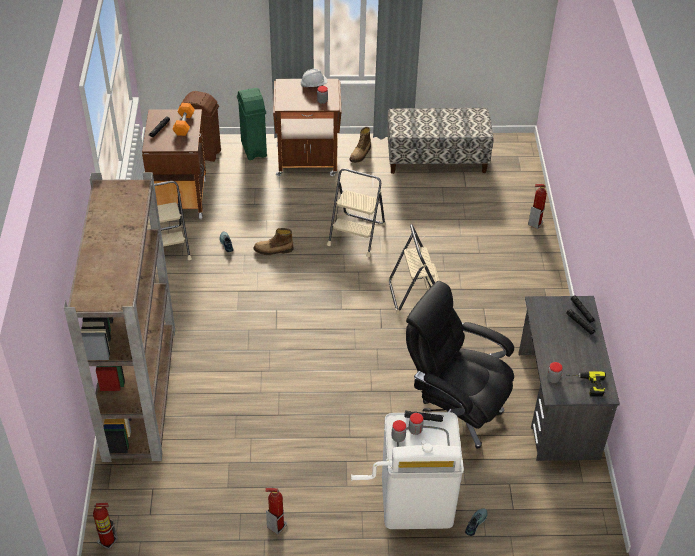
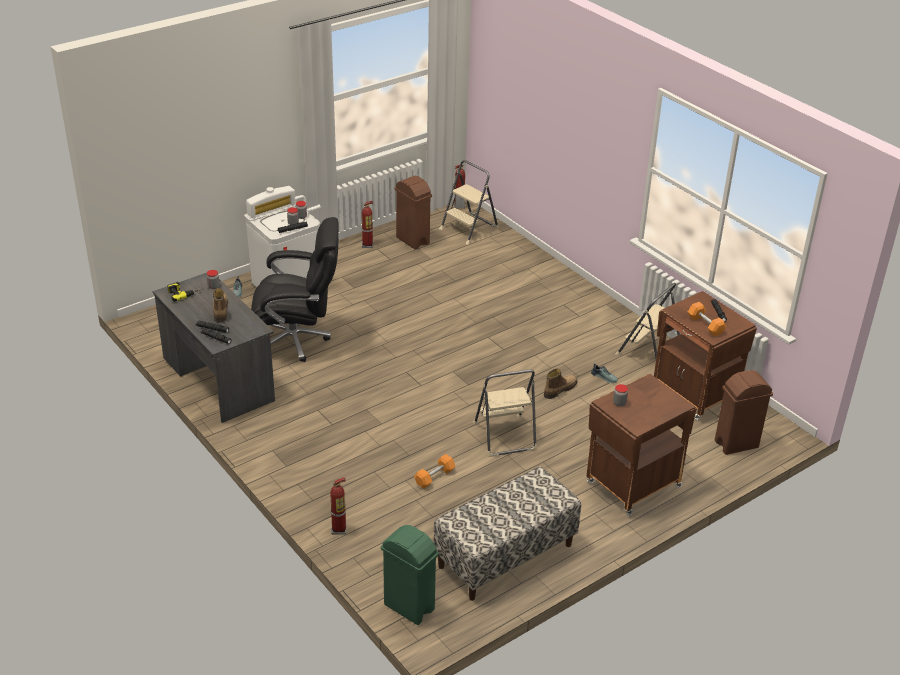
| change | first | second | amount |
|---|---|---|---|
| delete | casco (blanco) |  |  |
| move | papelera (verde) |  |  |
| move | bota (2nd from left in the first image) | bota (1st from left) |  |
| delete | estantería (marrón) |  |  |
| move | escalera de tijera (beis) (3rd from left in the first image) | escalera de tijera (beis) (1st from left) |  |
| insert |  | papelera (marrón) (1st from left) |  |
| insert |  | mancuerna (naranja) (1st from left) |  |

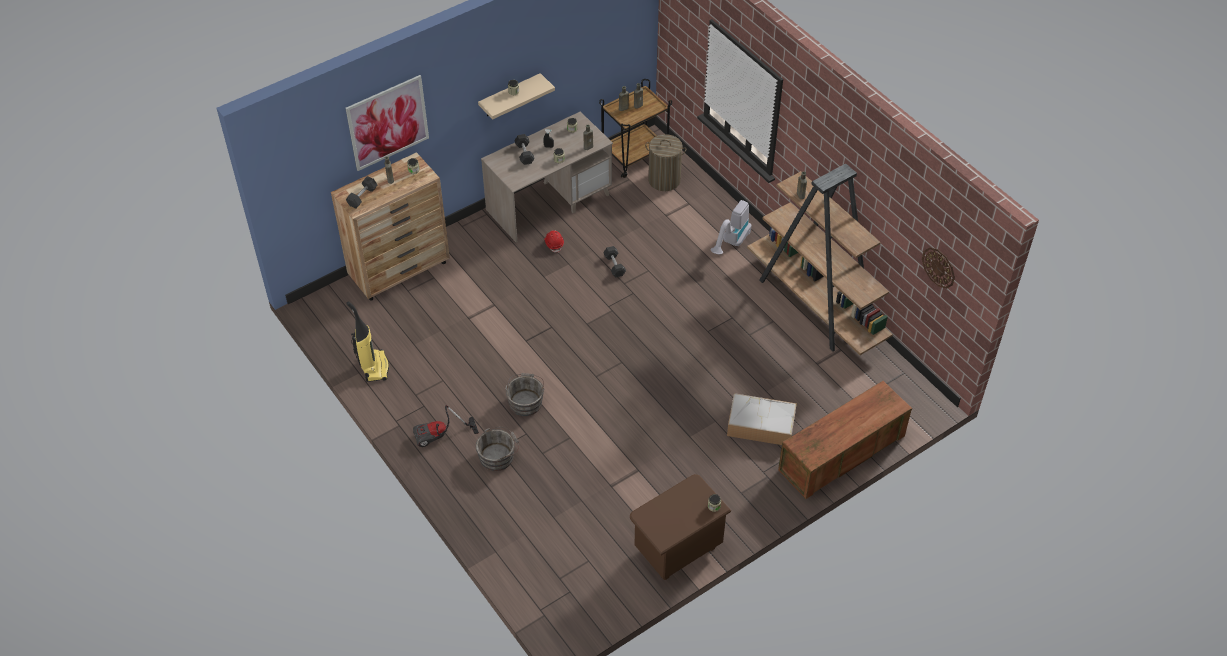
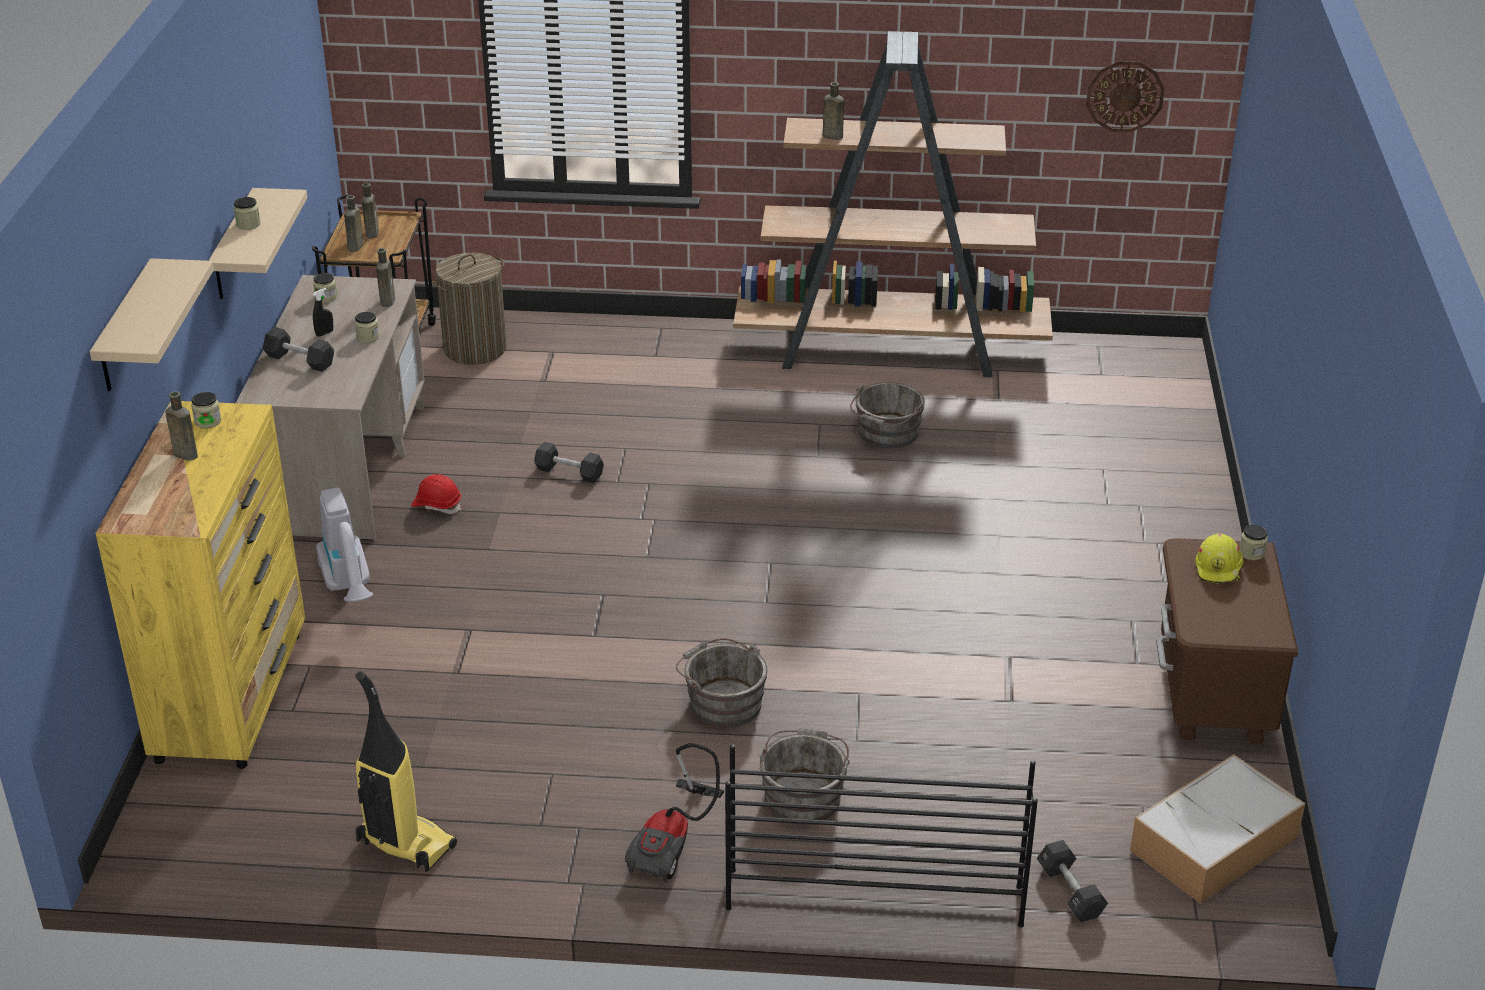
| change | first | second | amount |
|---|---|---|---|
| replace | cuadro | estante (beis) (1st from left) |  |
| recolor | cómoda (marrón) | cómoda (amarillo) |  |
| move | mancuerna (negro) (1st from left in the first image) | mancuerna (negro) (3rd from left) |  |
| move | aspiradora (3rd from left in the first image) | aspiradora (1st from left) |  |
| delete | banco (marrón) |  |  |
| move | caja de almacenaje |  |  |
| insert |  | cubo (gris) (3rd from left) |  |
| insert |  | casco (amarillo) |  |
| insert |  | zapatero (negro) |  |

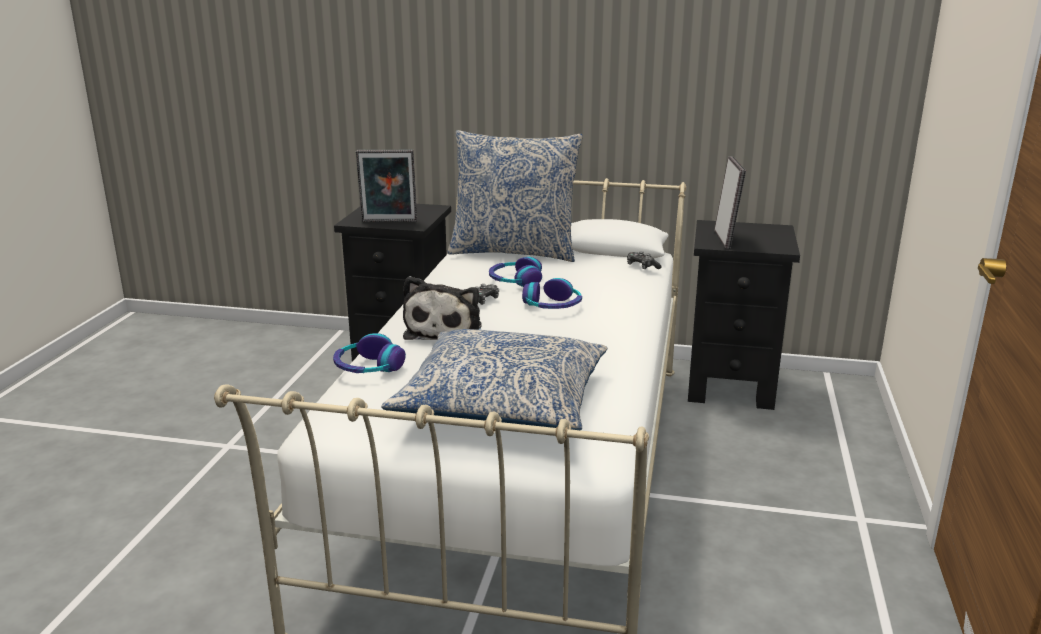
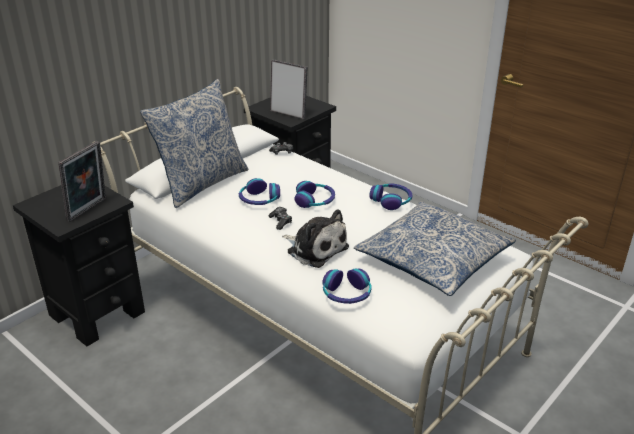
| change | first | second | amount |
|---|---|---|---|
| insert |  | auriculares (4th from left) |  |

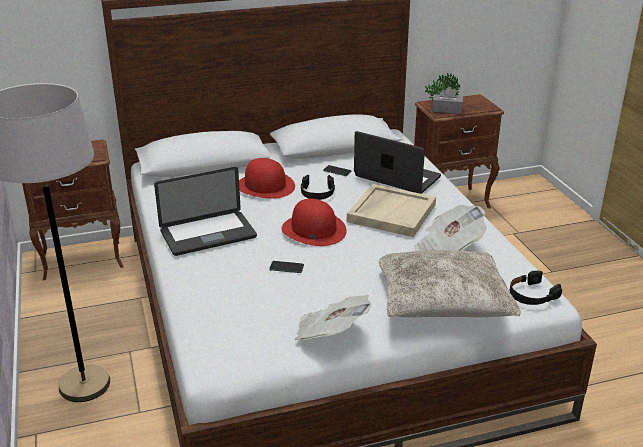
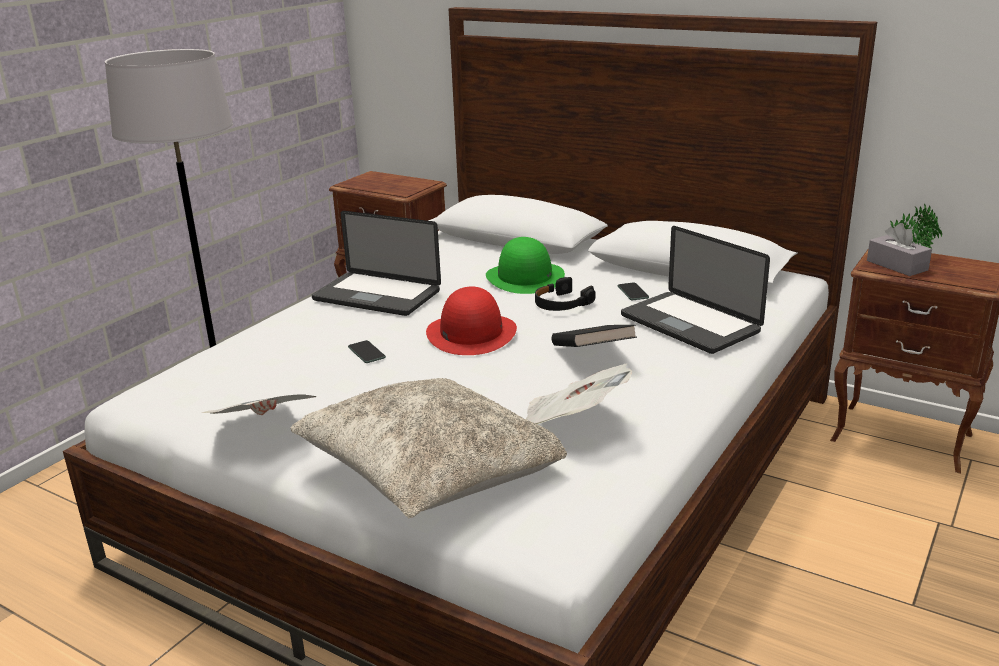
| change | first | second | amount |
|---|---|---|---|
| rotate | portátil (2nd from left) |  | 150 degrees clockwise |
| recolor | sombrero (rojo) (1st from left) | sombrero (verde) |  |
| replace | bandeja (beis) | libro (negro) |  |
| delete | auriculares (negro) (2nd from left) |  |  |

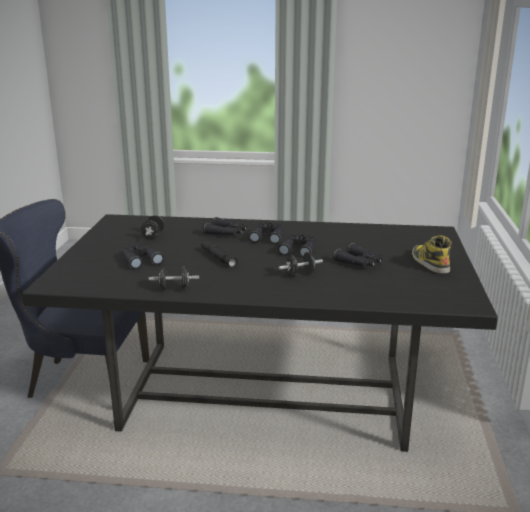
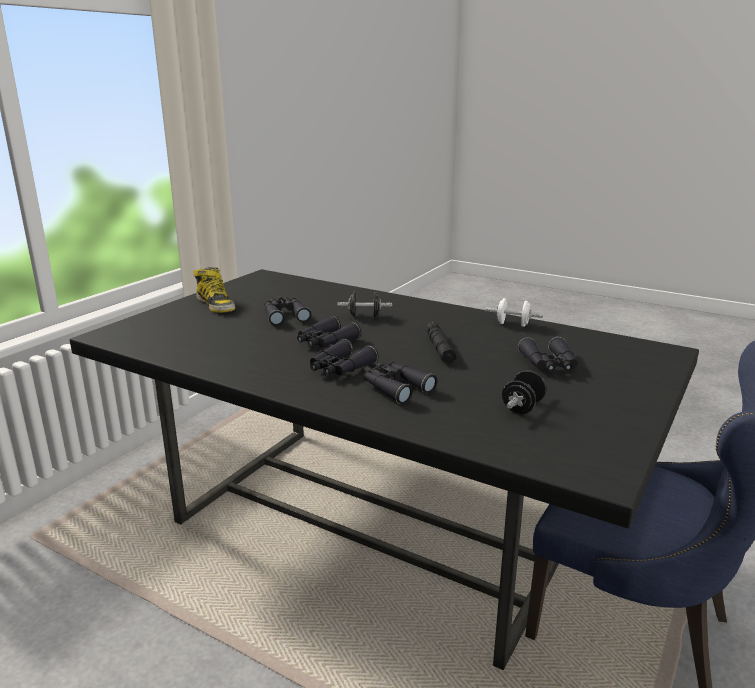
| change | first | second | amount |
|---|---|---|---|
| rotate | bota |  | 45 degrees counterclockwise |
| recolor | mancuerna (negro) (2nd from left) | mancuerna (blanco) |  |

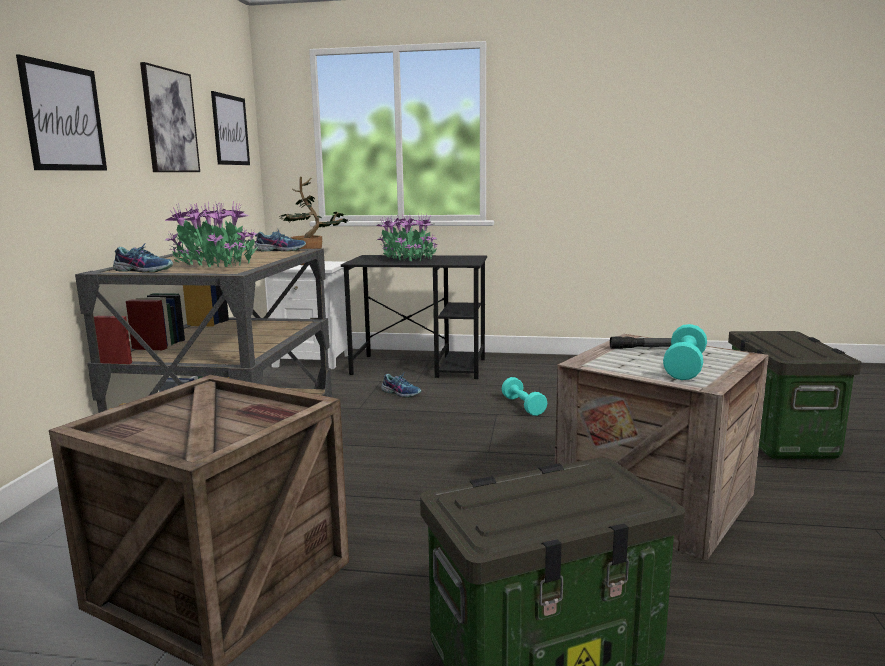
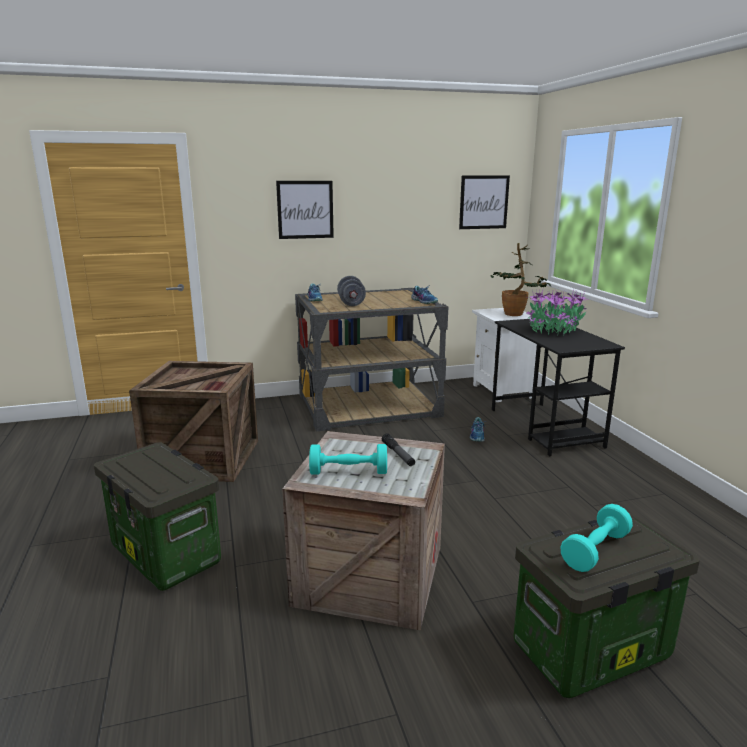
| change | first | second | amount |
|---|---|---|---|
| delete | cuadro (2nd from left) |  |  |
| replace | planta en maceta (1st from left) | mancuerna (gris) |  |
| move | mancuerna (turquesa) (1st from left in the first image) | mancuerna (turquesa) (2nd from left) |  |

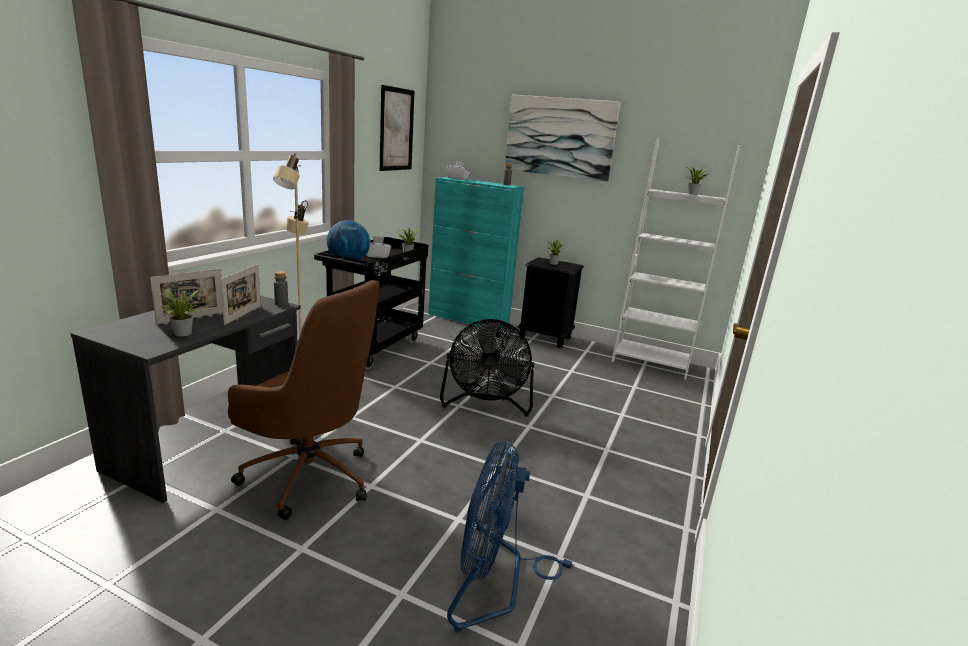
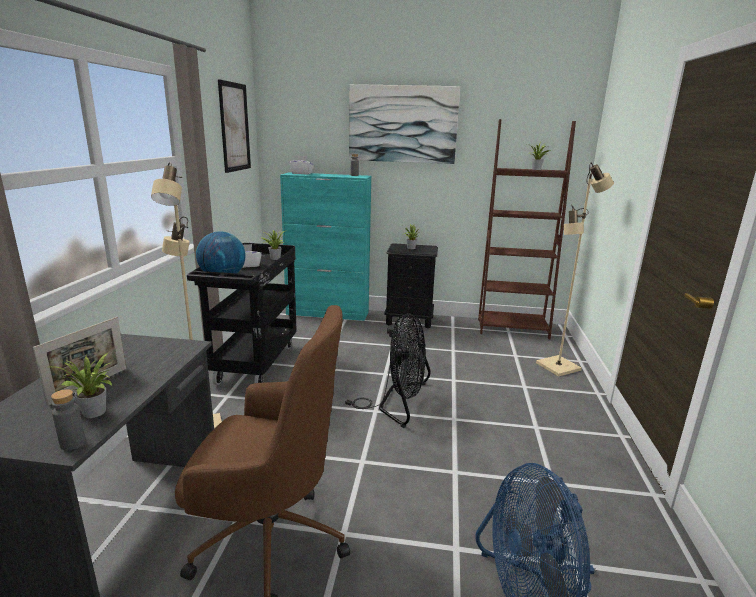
| change | first | second | amount |
|---|---|---|---|
| recolor | estantería (blanco) | estantería (marrón) |  |
| delete | portarretratos (2nd from left) |  |  |
| move | botella (gris) (1st from left) |  |  |
| rotate | ventilador (negro) |  | 60 degrees counterclockwise |
| insert |  | lámpara de pie (beis) (2nd from left) |  |

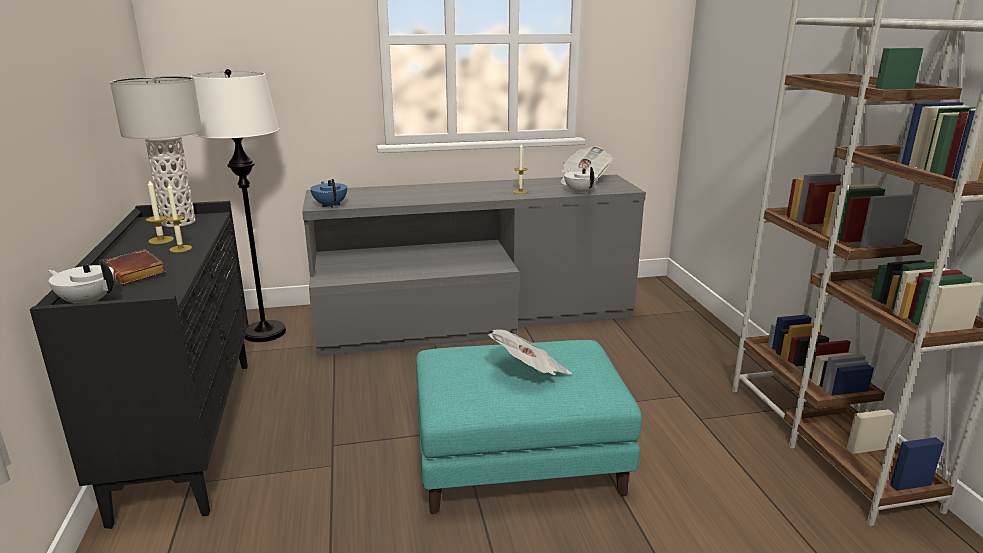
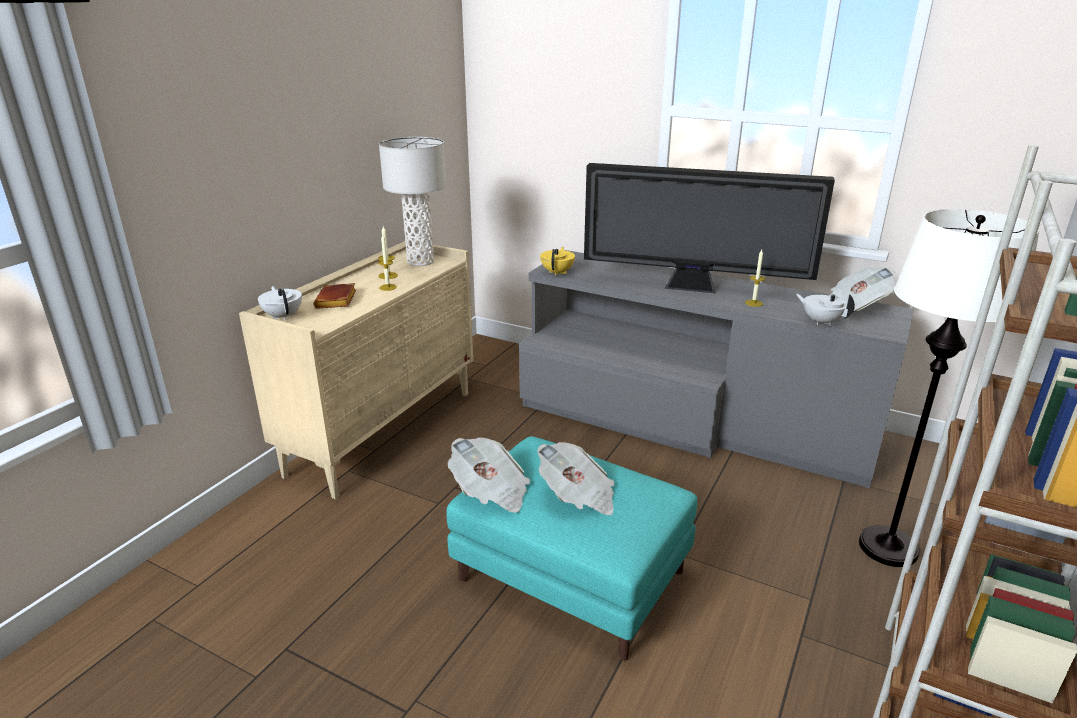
| change | first | second | amount |
|---|---|---|---|
| move | lámpara de pie (blanco) |  |  |
| rotate | tetera (blanco) (2nd from left) |  | 60 degrees counterclockwise |
| recolor | tetera (azul) | tetera (amarillo) |  |
| recolor | armario (negro) | armario (beis) |  |
| insert |  | televisor |  |
| insert |  | periódico (1st from left) |  |

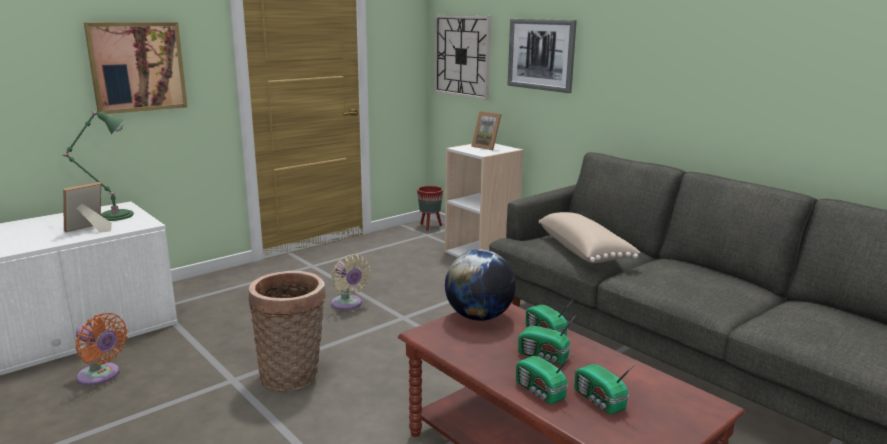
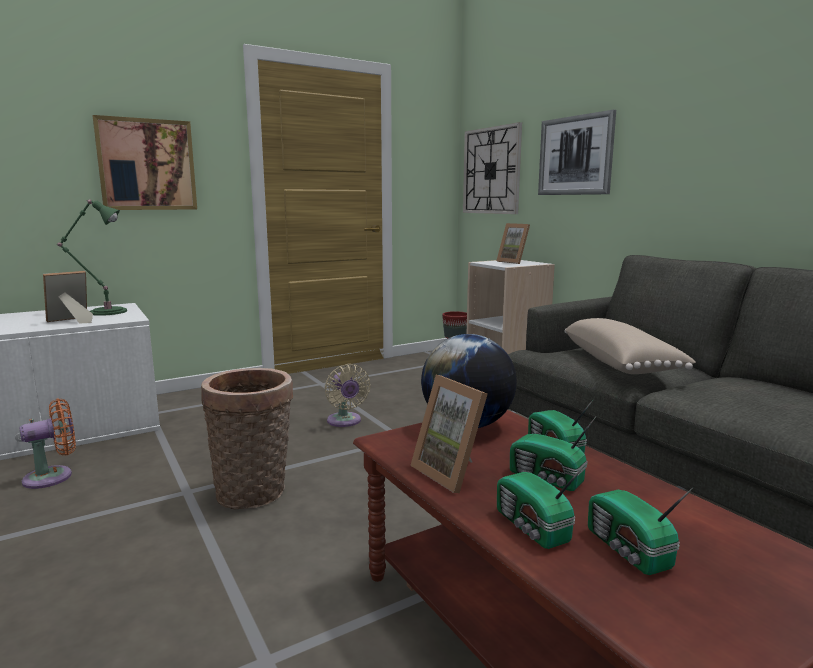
| change | first | second | amount |
|---|---|---|---|
| rotate | ventilador (naranja) |  | 75 degrees counterclockwise |
| insert |  | portarretratos (2nd from left) |  |

